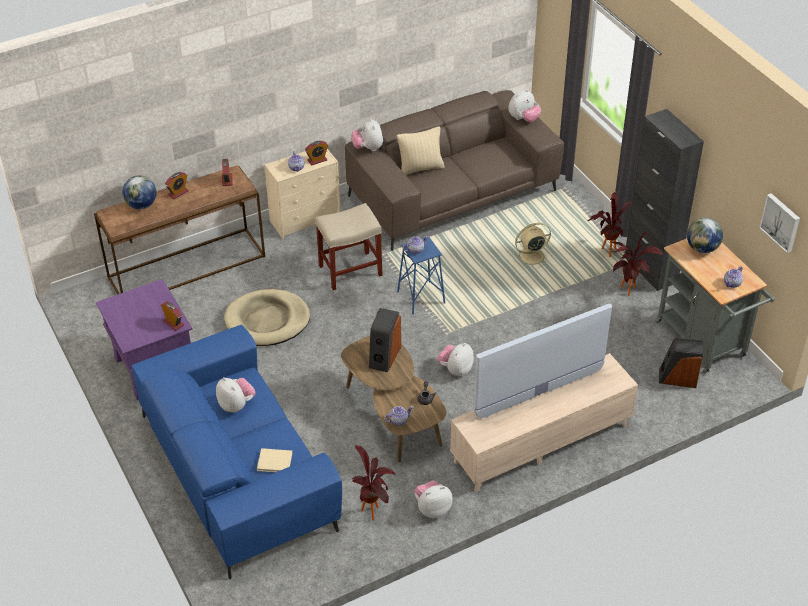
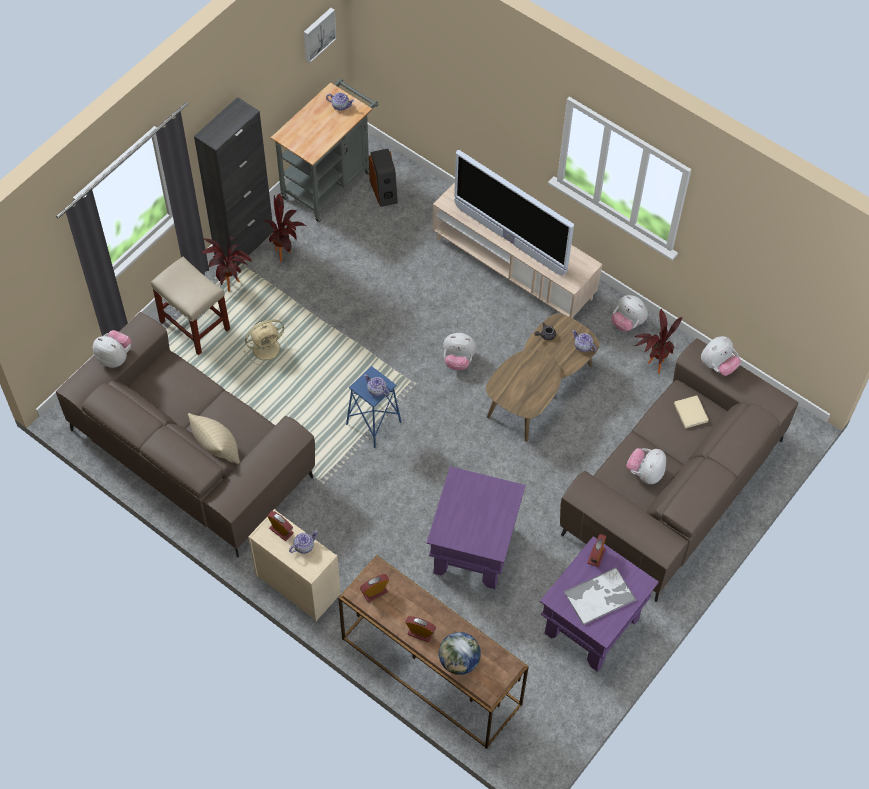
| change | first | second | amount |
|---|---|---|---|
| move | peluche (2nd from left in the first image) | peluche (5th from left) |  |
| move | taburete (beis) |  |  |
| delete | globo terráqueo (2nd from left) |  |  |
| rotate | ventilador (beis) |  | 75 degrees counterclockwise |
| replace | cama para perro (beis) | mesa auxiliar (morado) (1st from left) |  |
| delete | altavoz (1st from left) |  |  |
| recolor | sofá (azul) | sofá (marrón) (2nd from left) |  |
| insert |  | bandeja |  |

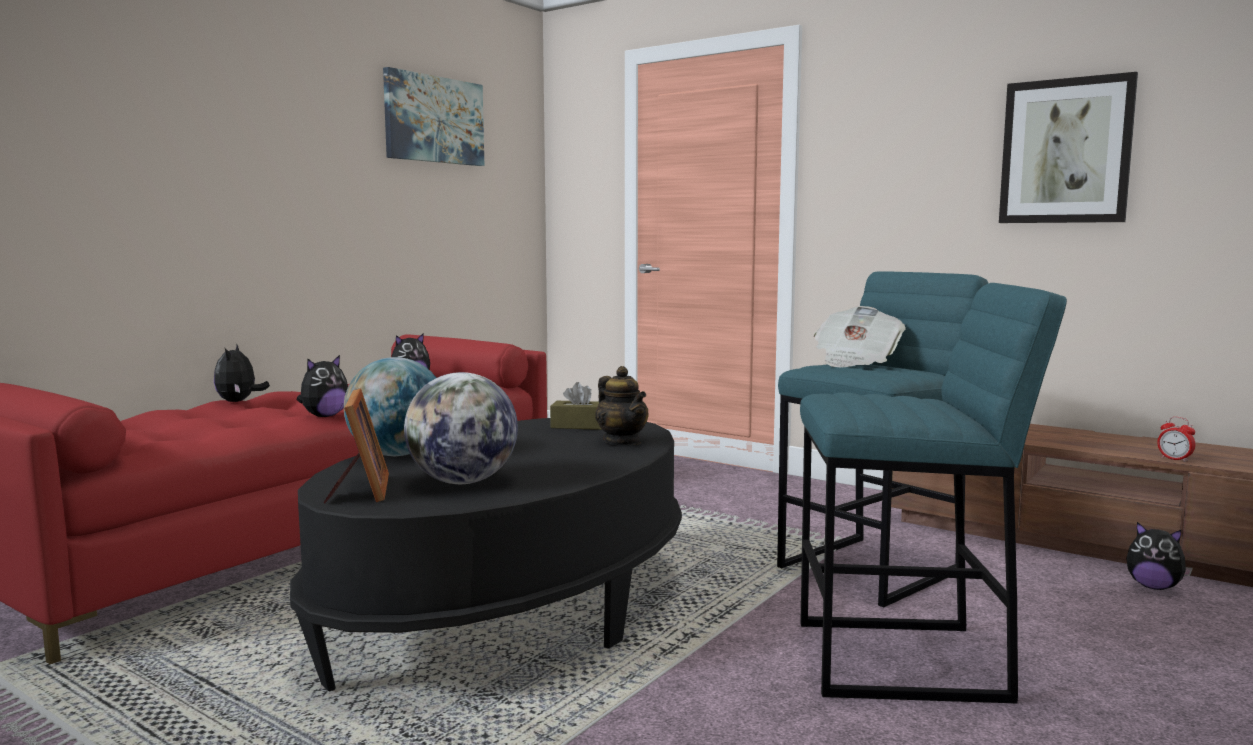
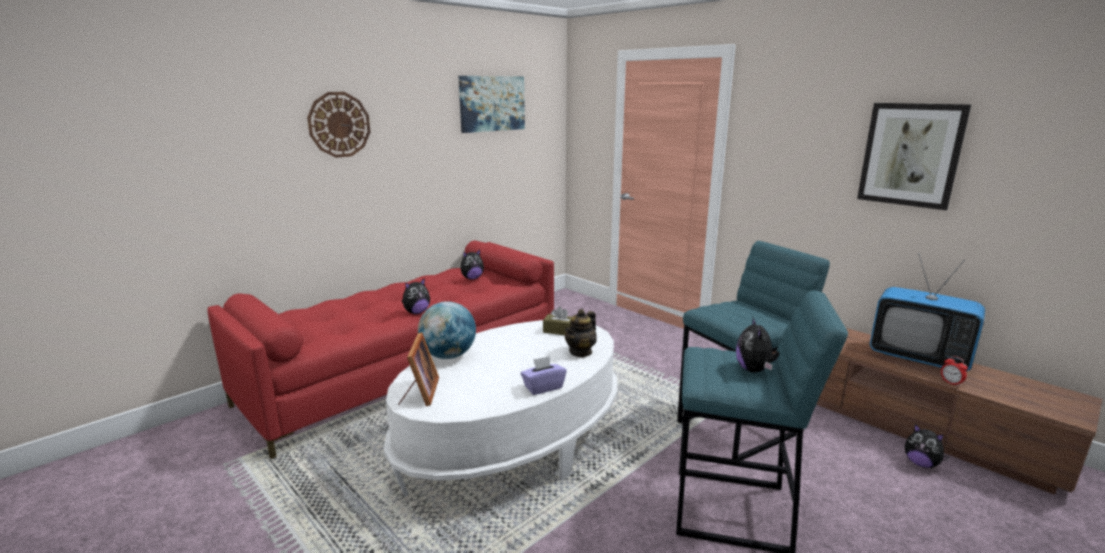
| change | first | second | amount |
|---|---|---|---|
| delete | periódico |  |  |
| move | peluche (1st from left in the first image) | peluche (3rd from left) |  |
| rotate | tetera |  | 60 degrees clockwise |
| delete | globo terráqueo (2nd from left) |  |  |
| recolor | mesa de centro (negro) | mesa de centro (blanco) |  |
| insert |  | reloj de pared |  |
| insert |  | televisor |  |
| insert |  | caja de pañuelos (morado) |  |

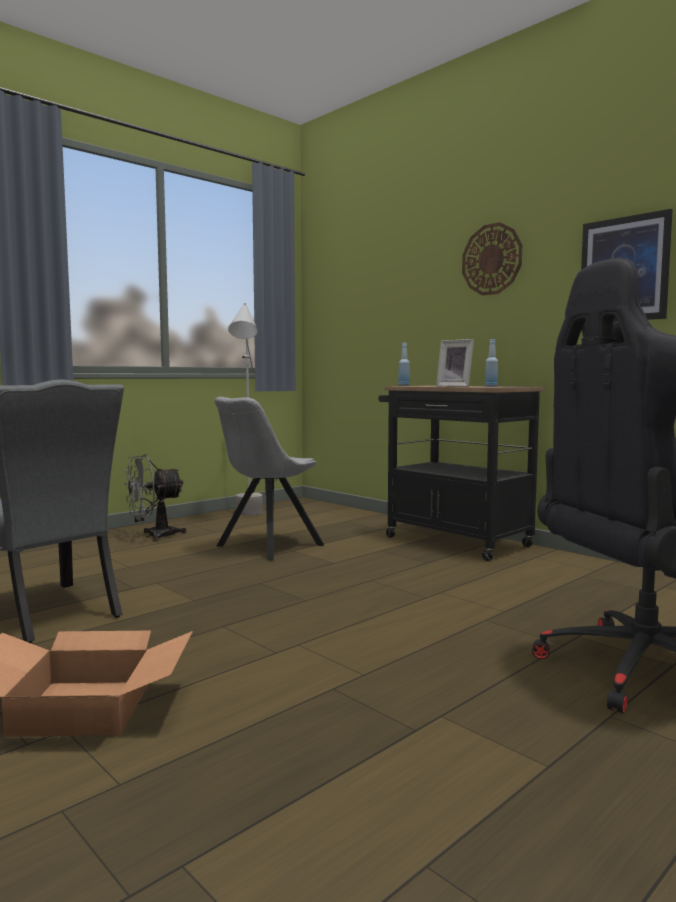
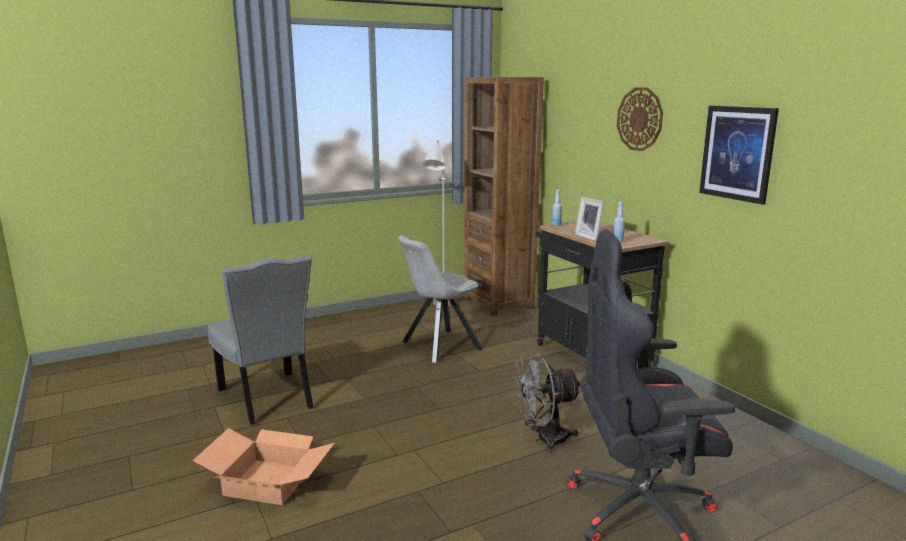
| change | first | second | amount |
|---|---|---|---|
| move | ventilador (gris) |  |  |
| insert |  | estantería (marrón) |  |

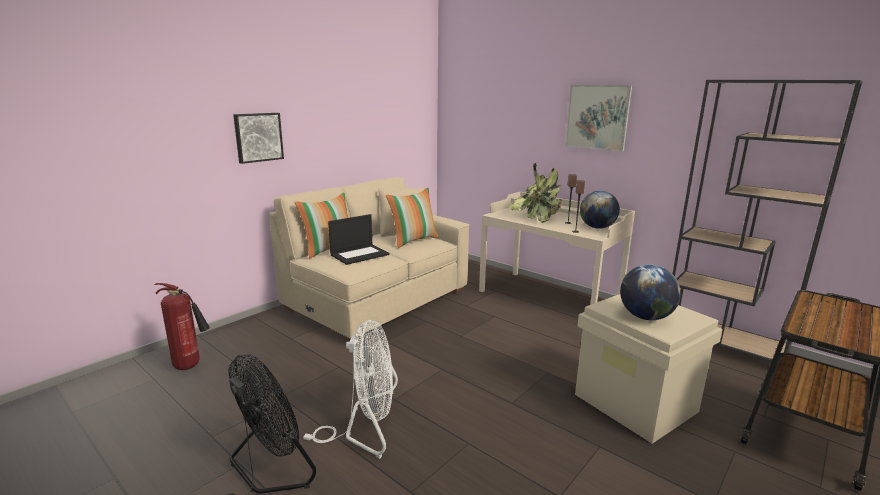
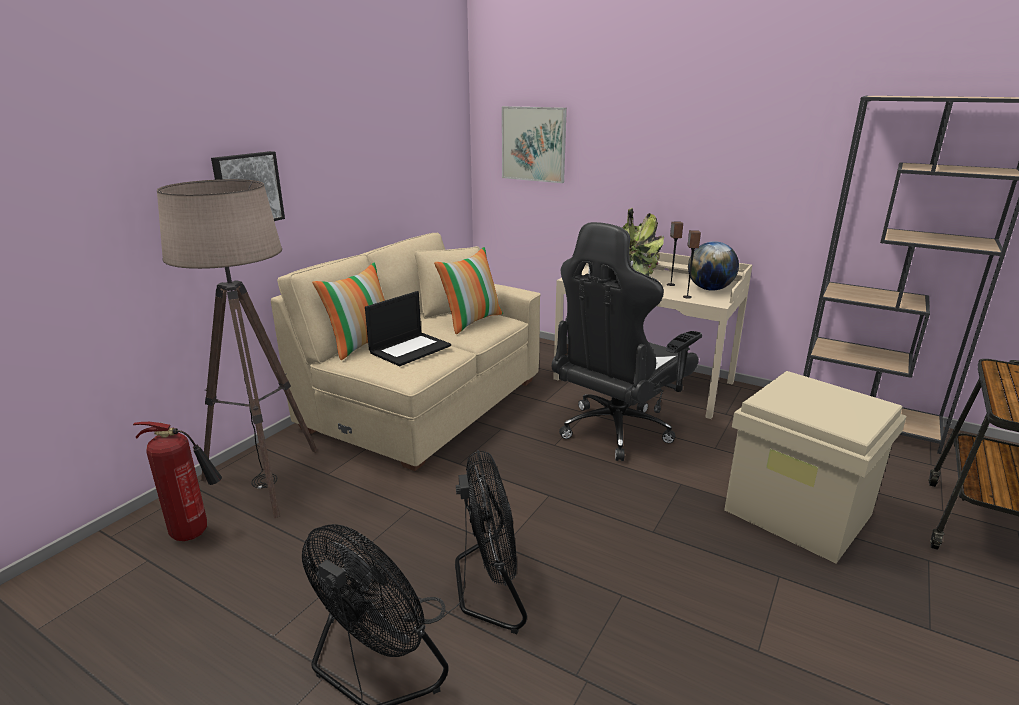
| change | first | second | amount |
|---|---|---|---|
| move | cuadro (2nd from left) |  |  |
| delete | globo terráqueo (2nd from left) |  |  |
| recolor | ventilador (blanco) | ventilador (negro) (2nd from left) |  |
| insert |  | lámpara de pie |  |
| insert |  | silla de oficina (negro) |  |

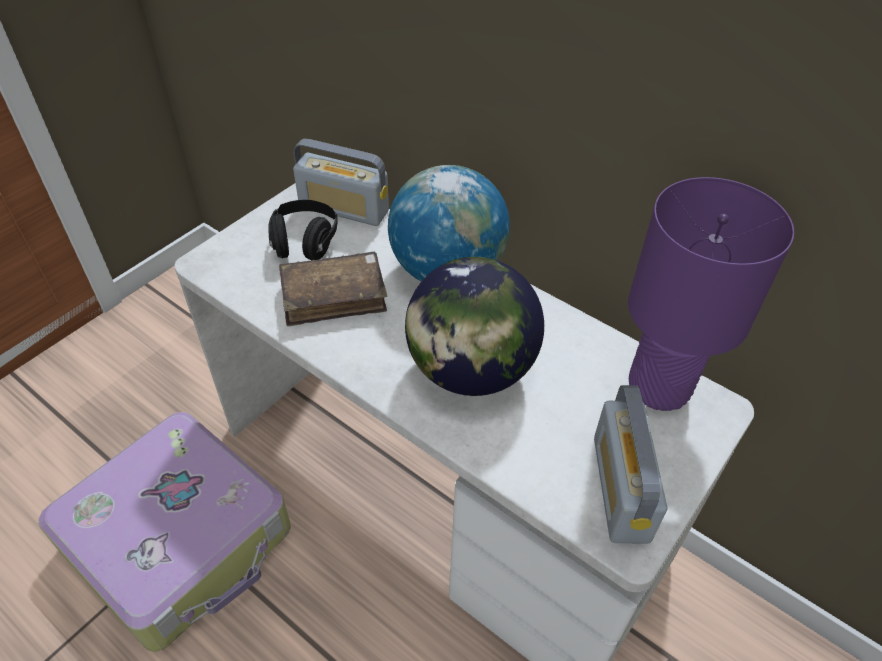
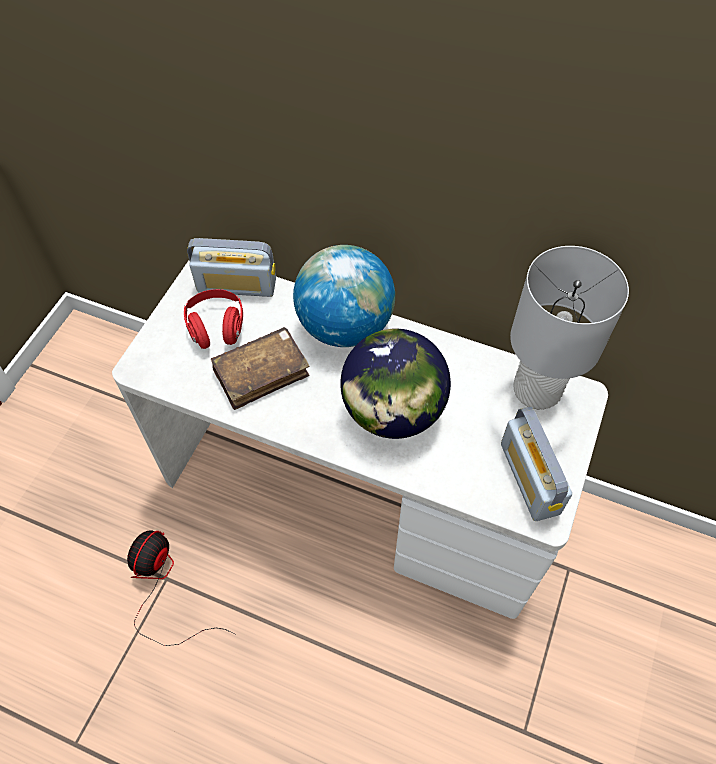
| change | first | second | amount |
|---|---|---|---|
| recolor | lámpara de mesa (morado) | lámpara de mesa (gris) |  |
| recolor | auriculares (negro) | auriculares (rojo) |  |
| replace | maleta | ventilador |  |

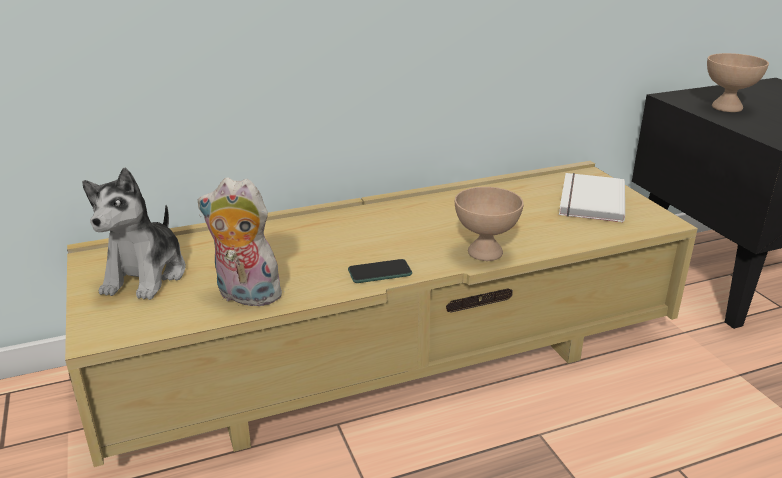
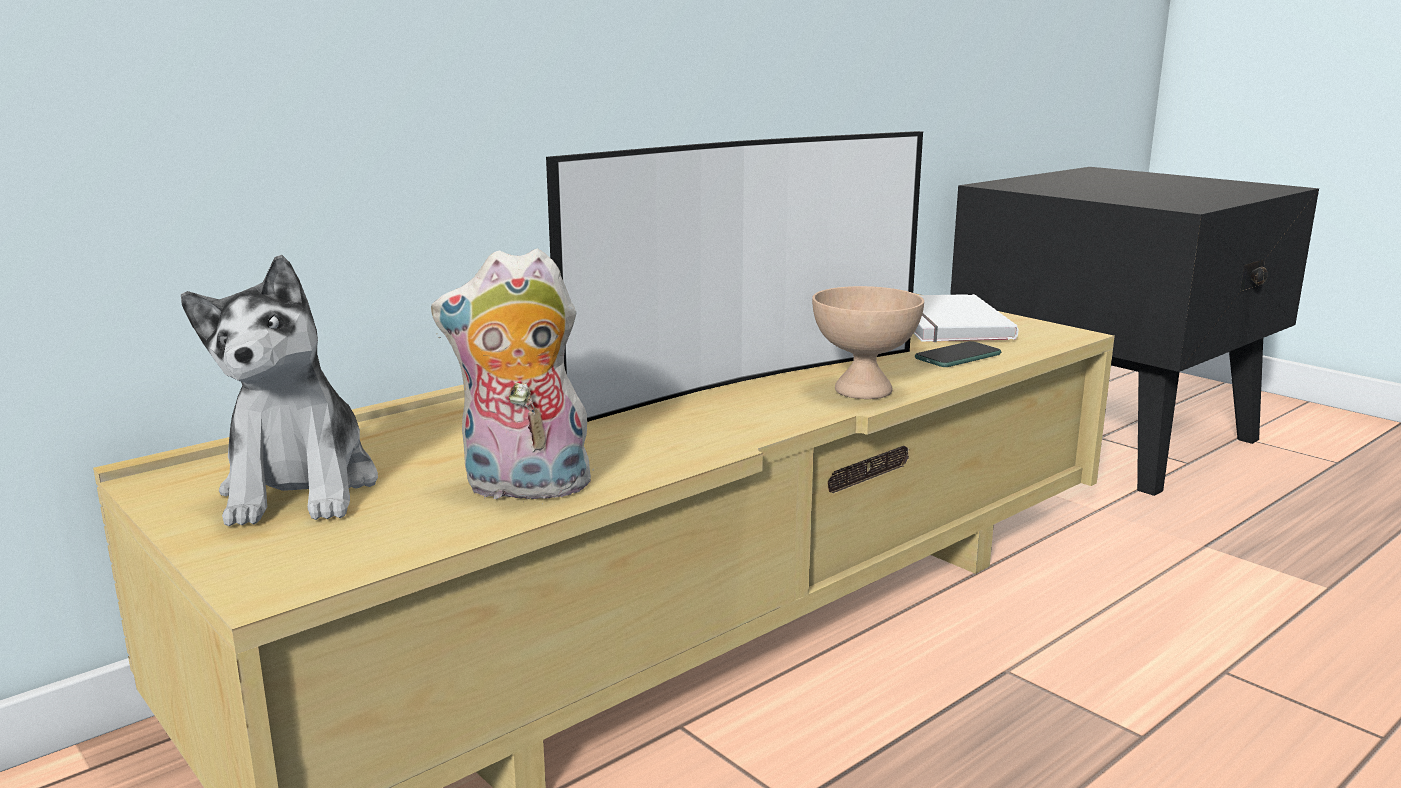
| change | first | second | amount |
|---|---|---|---|
| delete | cuenco (beis) (2nd from left) |  |  |
| move | móvil |  |  |
| insert |  | televisor |  |

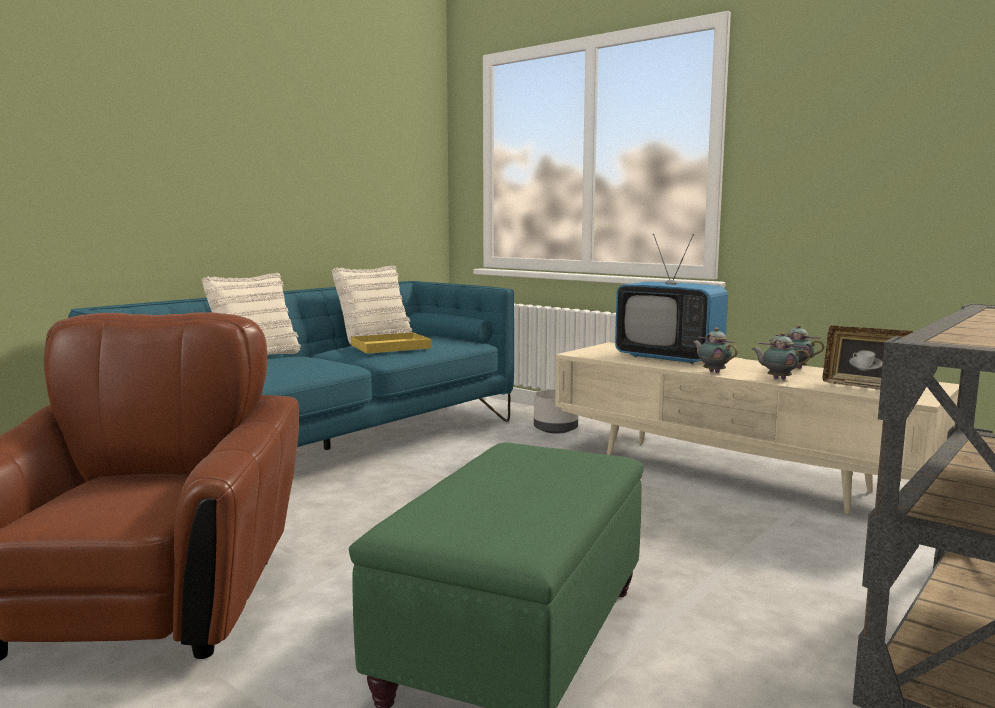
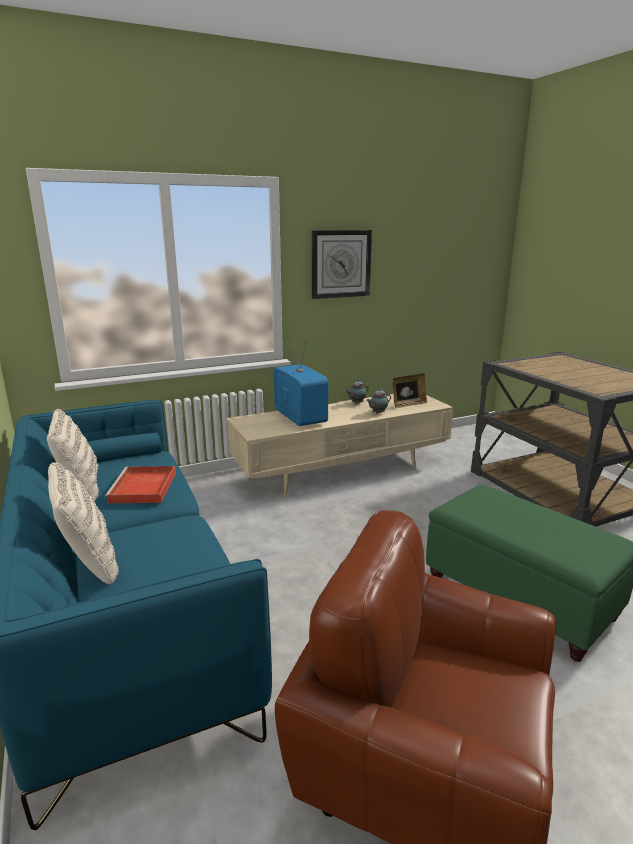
| change | first | second | amount |
|---|---|---|---|
| rotate | televisor |  | 90 degrees counterclockwise |
| delete | tetera (1st from left) |  |  |
| recolor | bandeja (amarillo) | bandeja (rojo) |  |
| delete | maceta (gris) |  |  |
| insert |  | reloj de pared |  |

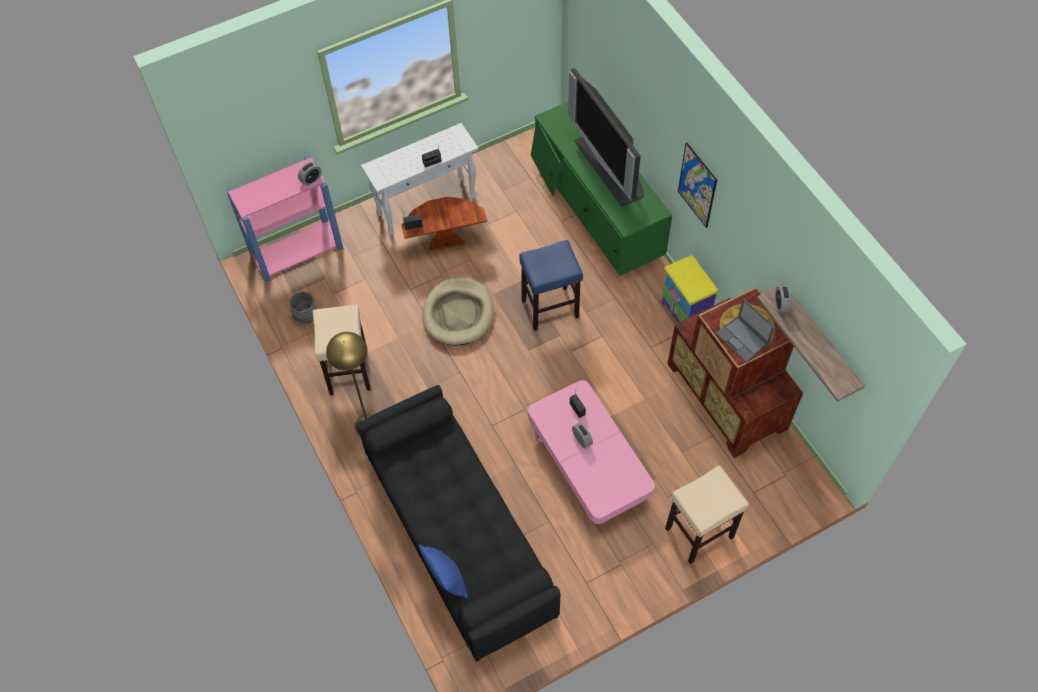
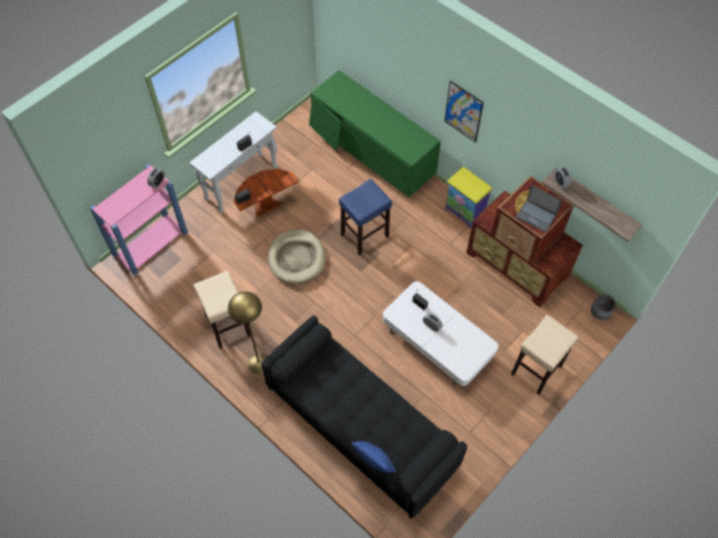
| change | first | second | amount |
|---|---|---|---|
| delete | televisor |  |  |
| move | maceta (gris) |  |  |
| recolor | mesa de centro (rosa) | mesa de centro (blanco) |  |

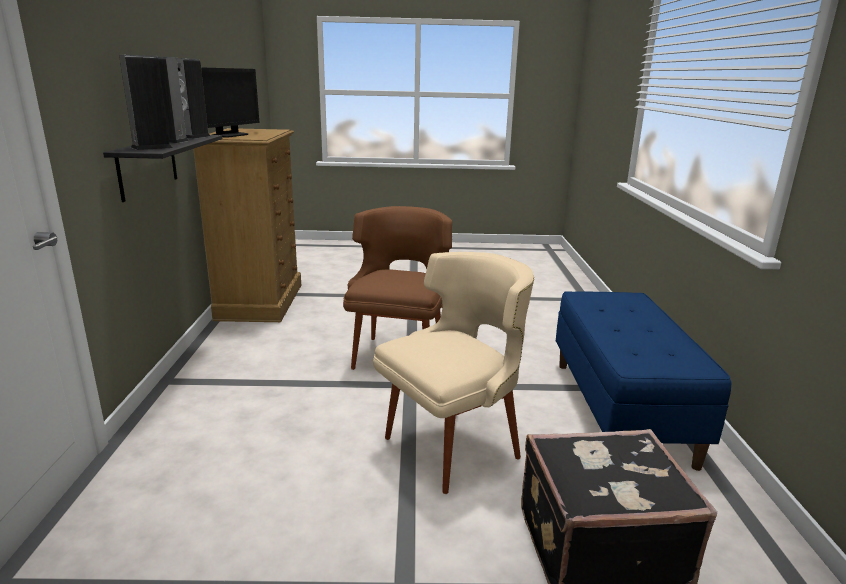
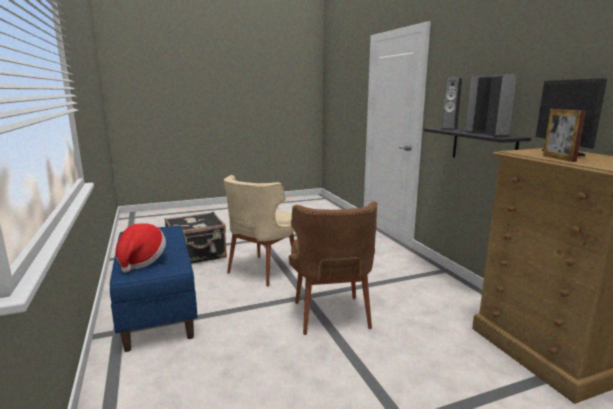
| change | first | second | amount |
|---|---|---|---|
| insert |  | portarretratos |  |
| insert |  | sombrero |  |

